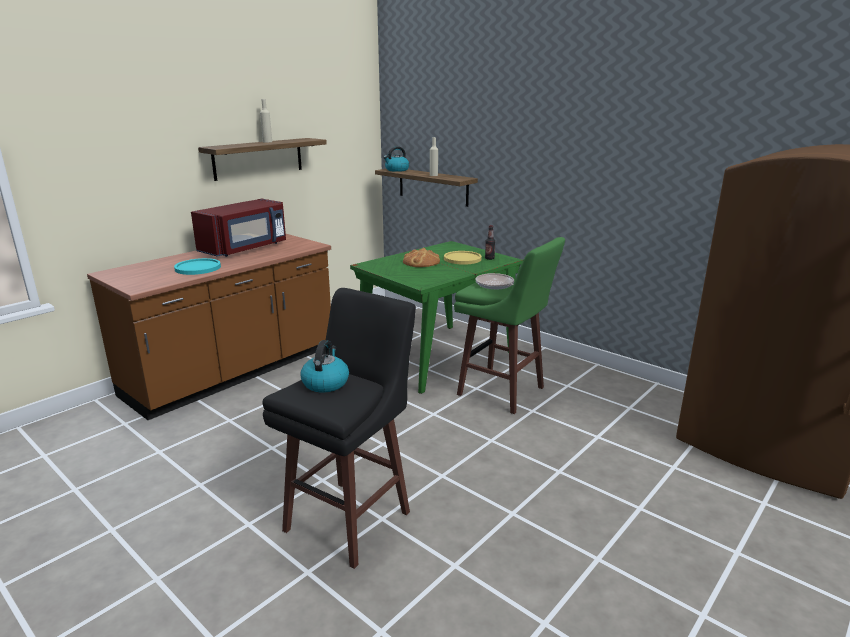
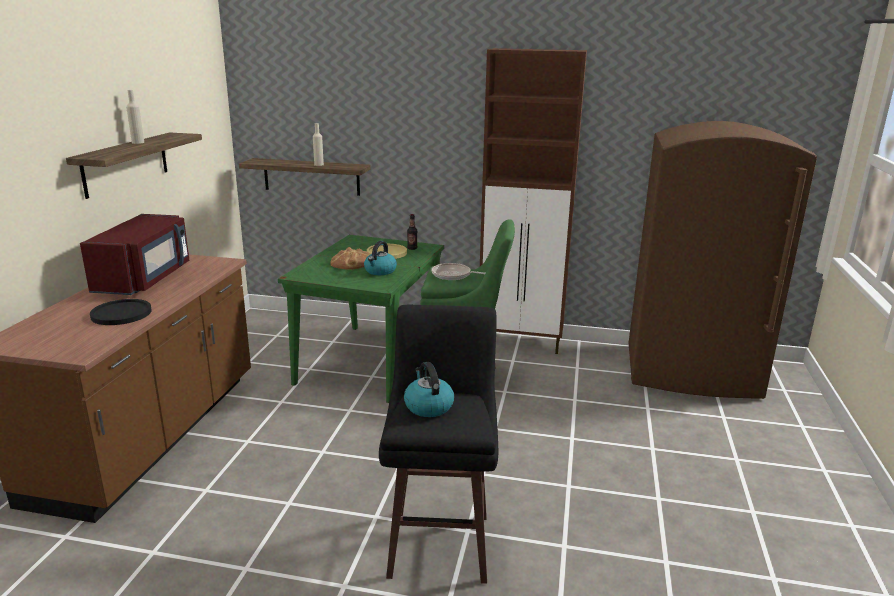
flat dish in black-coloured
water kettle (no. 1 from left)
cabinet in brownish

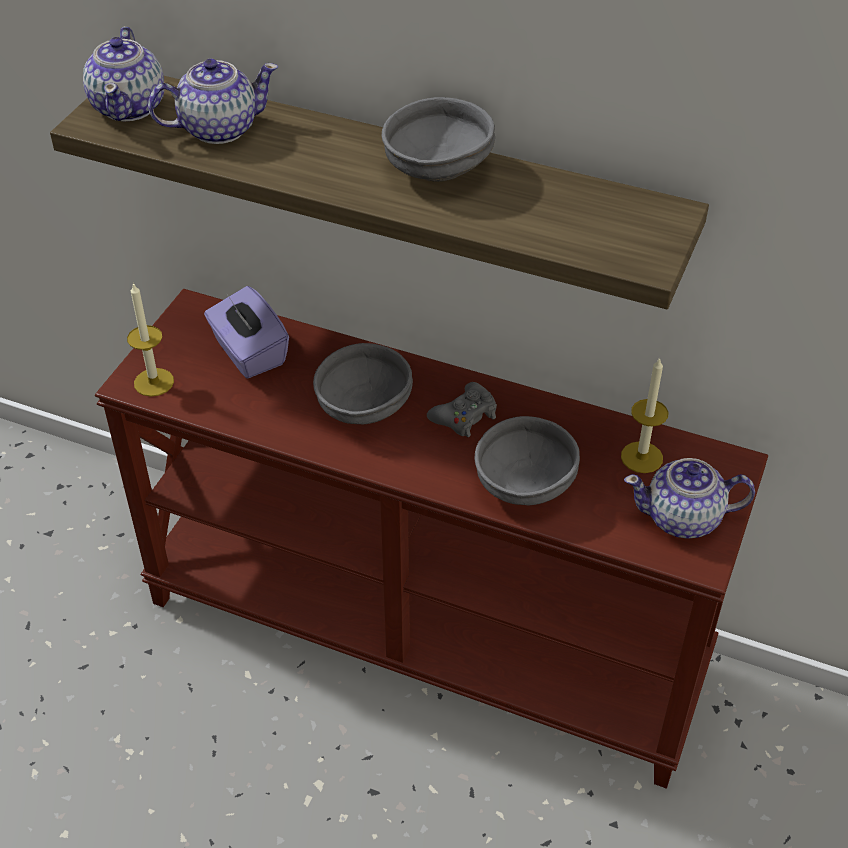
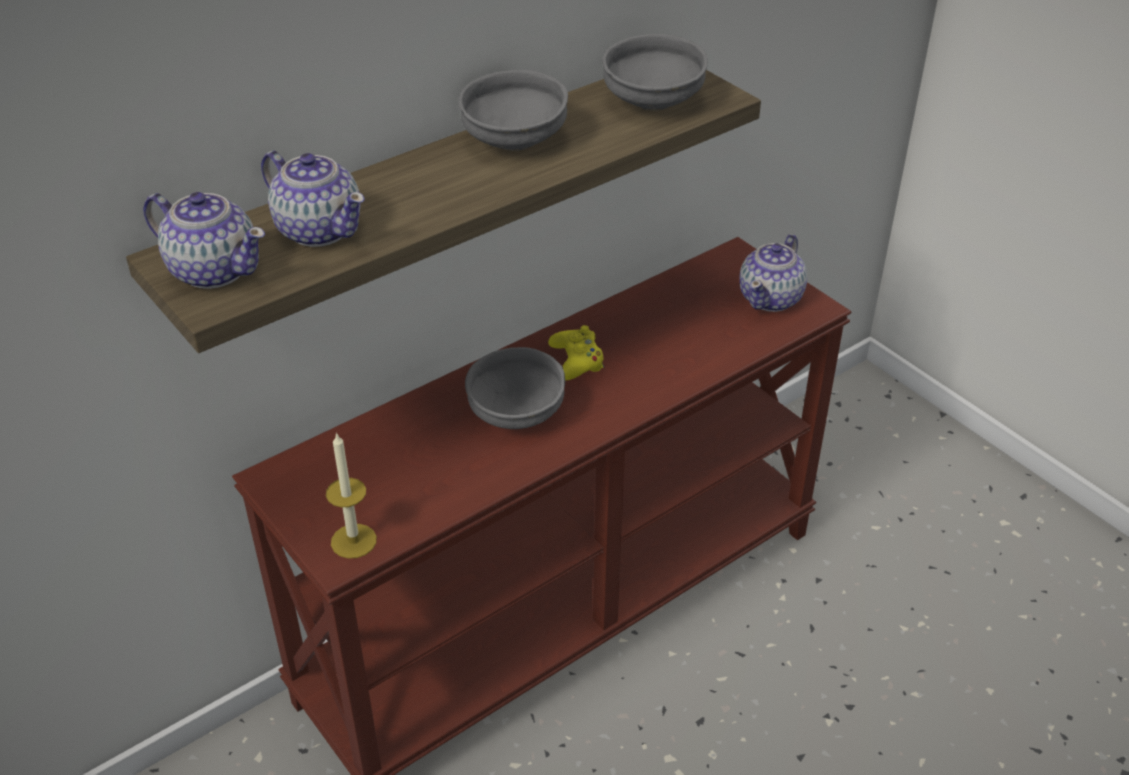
teapot (no. 2 from left)
joypad in yellowish
serving bowl in gray (no. 3 from left)
box of tissues in purplish
candle (no. 2 from left in the first image)

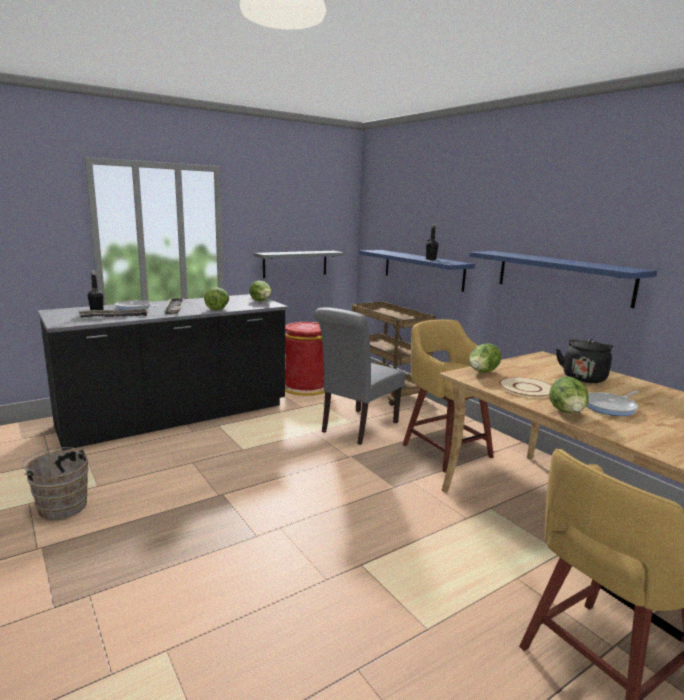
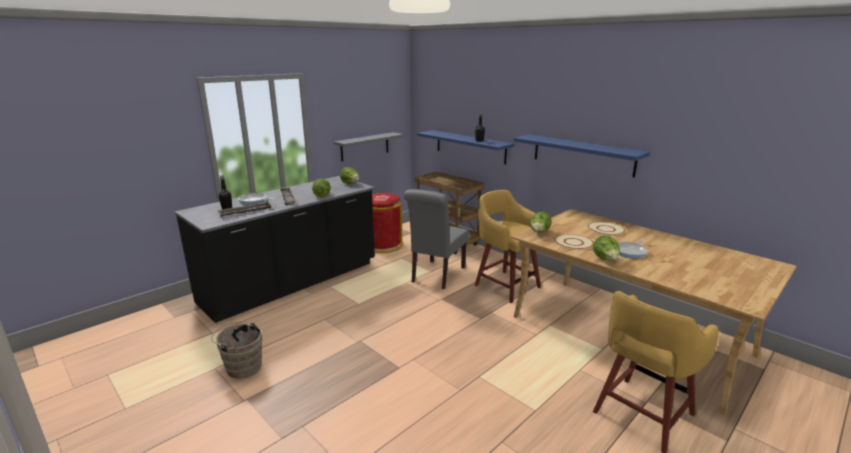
flat dish in beige (no. 2 from left)

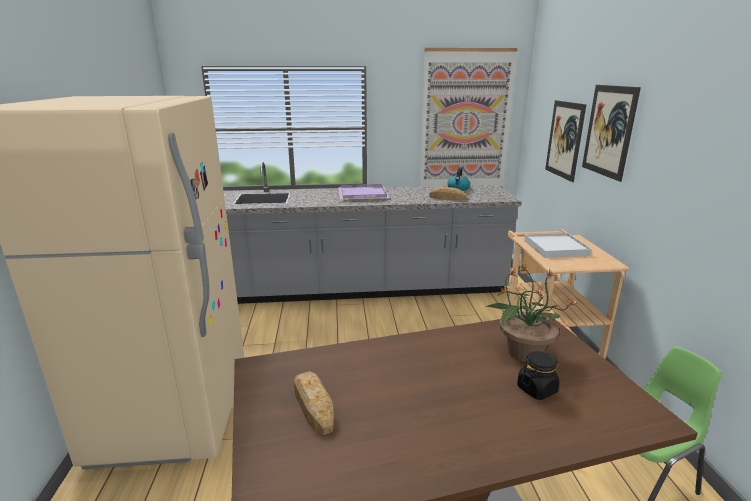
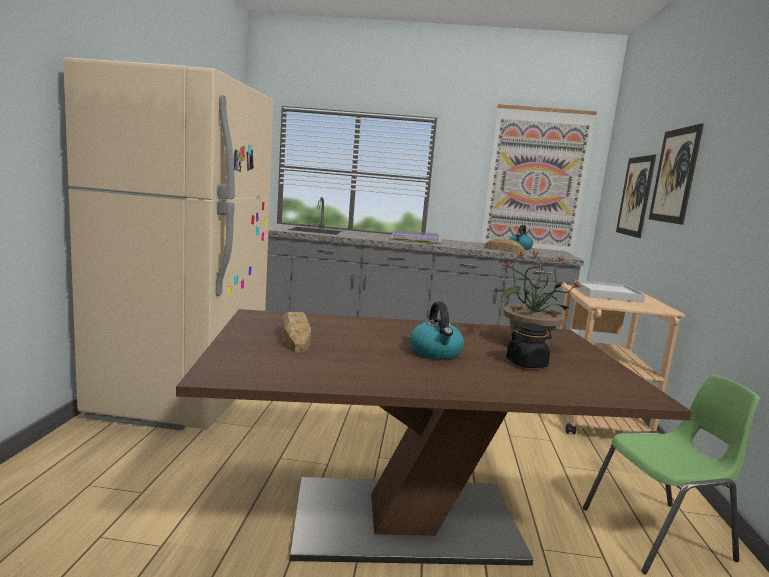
water kettle (no. 1 from left)

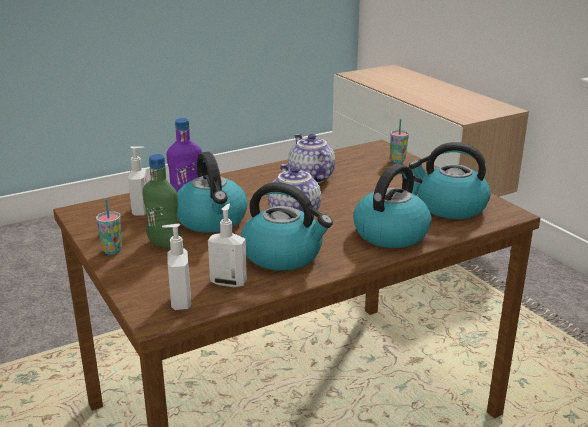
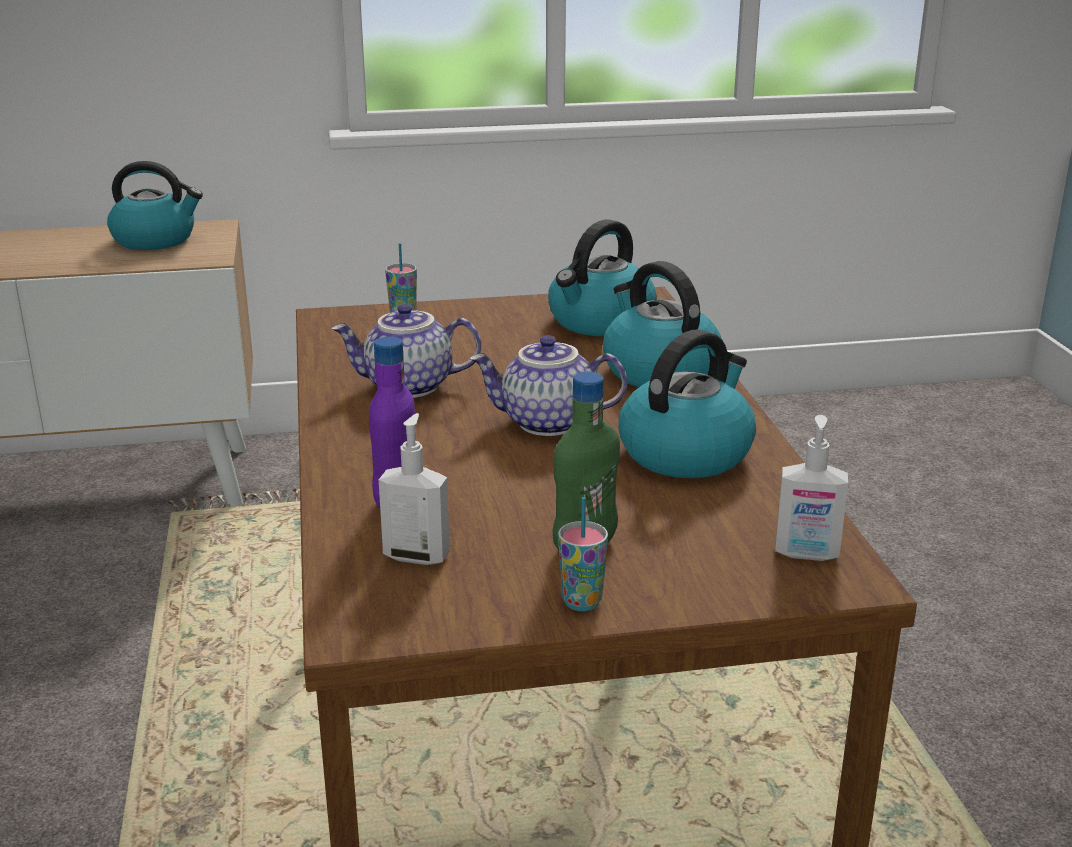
water kettle (no. 1 from left)
soap bottle (no. 3 from left in the first image)

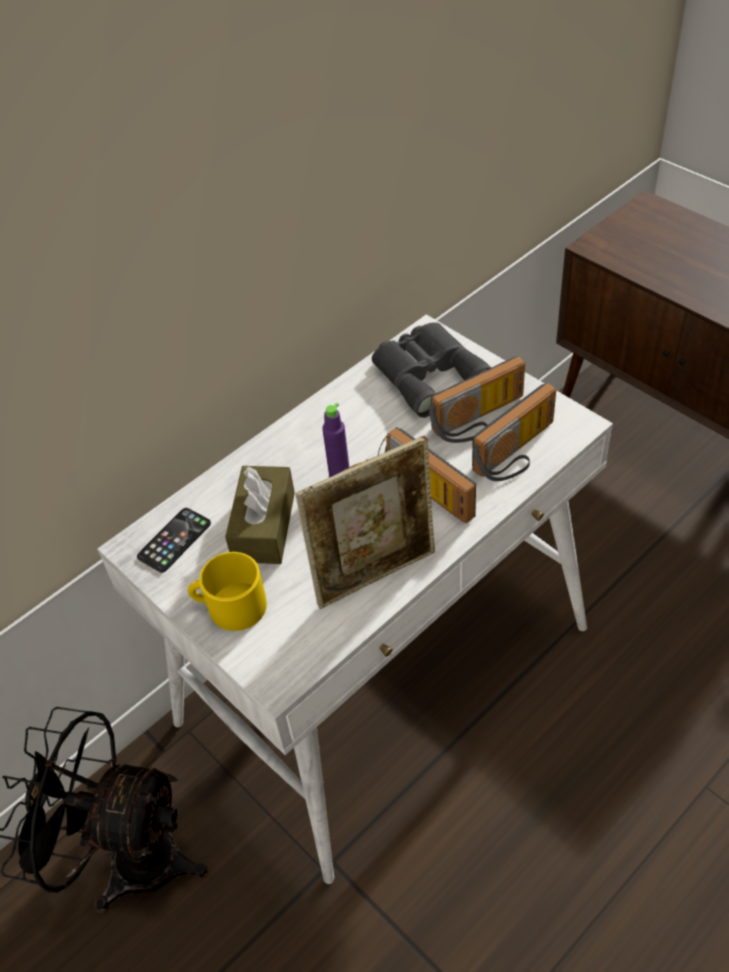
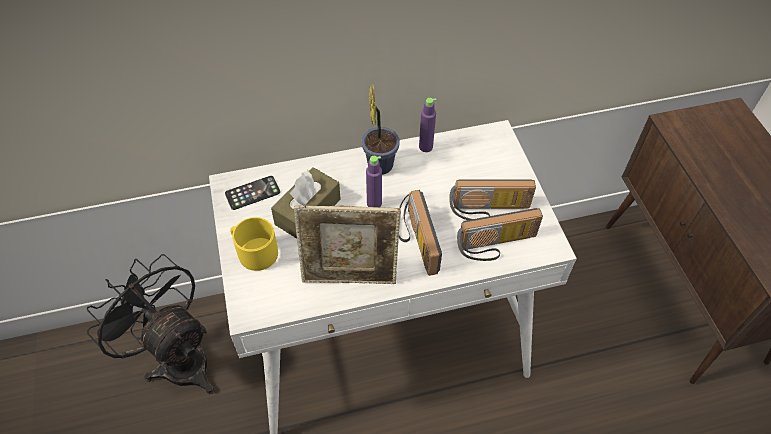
plant in a pot
beverage bottle in purplish (no. 2 from left)
field glasses in gray

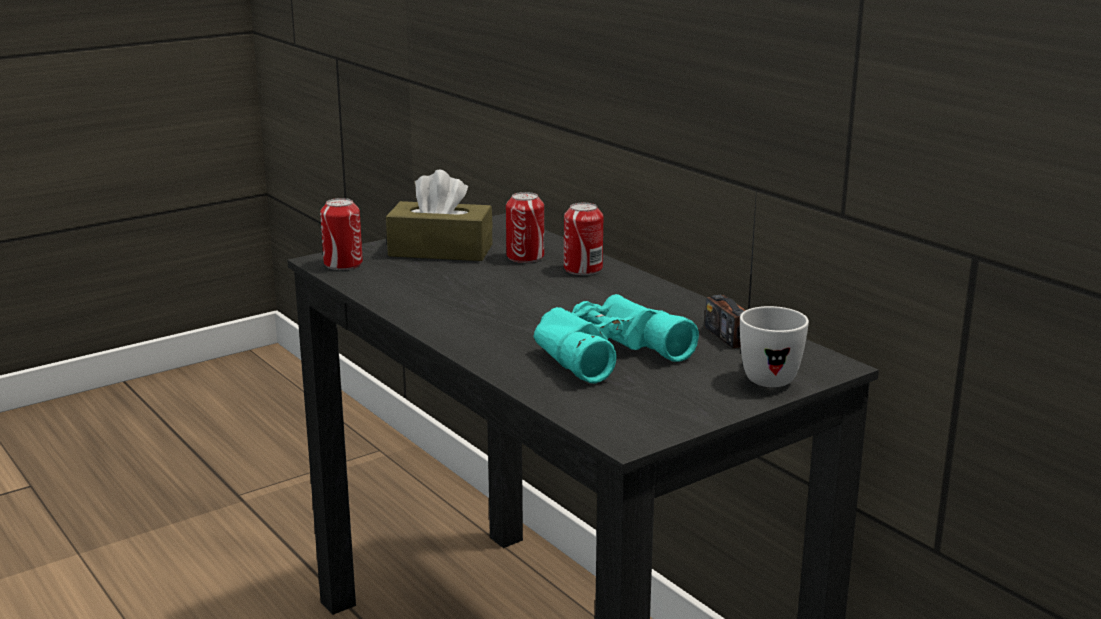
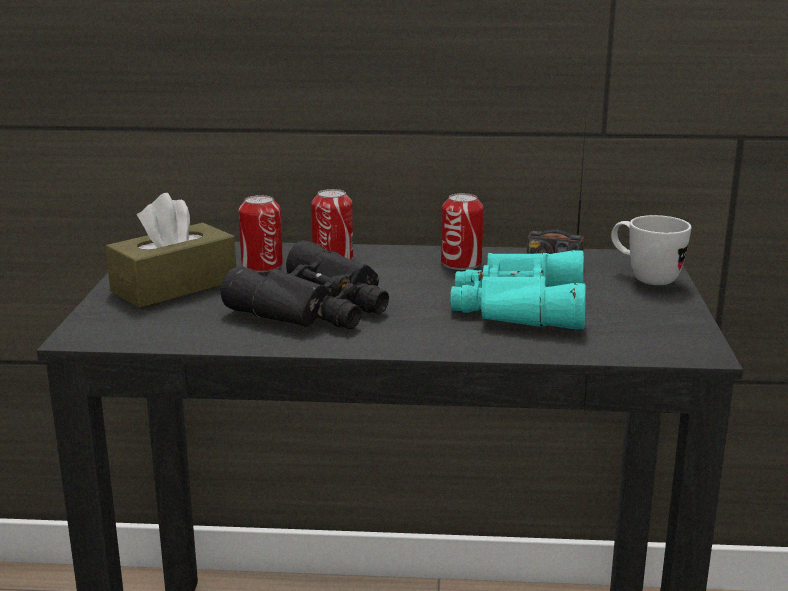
field glasses in black-coloured
metal can (no. 3 from left)

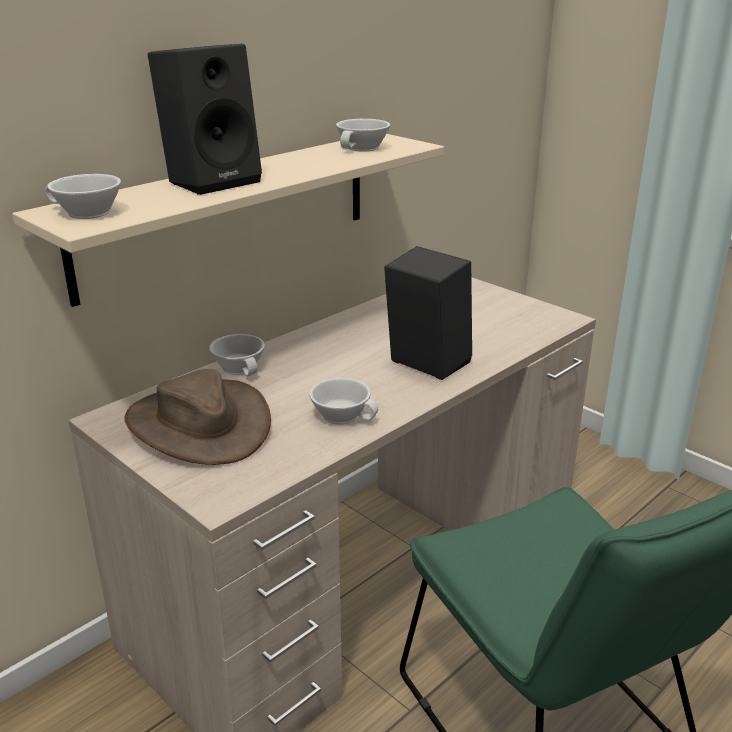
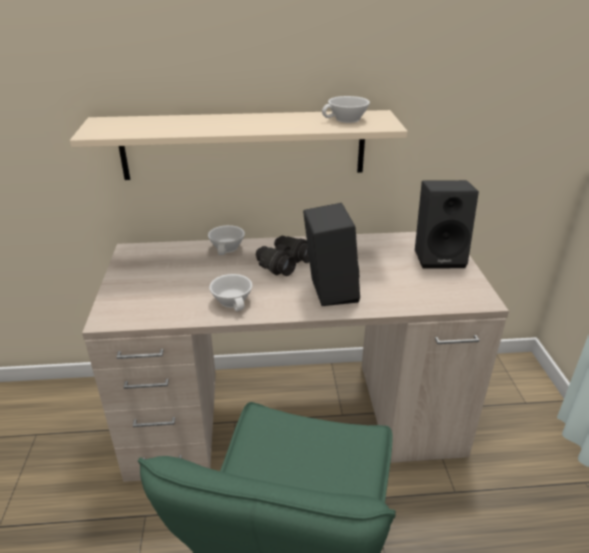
field glasses in black-coloured
audio speaker in black-coloured (no. 2 from left)
cup in white-coloured (no. 1 from left in the first image)
clothing hat in brownish

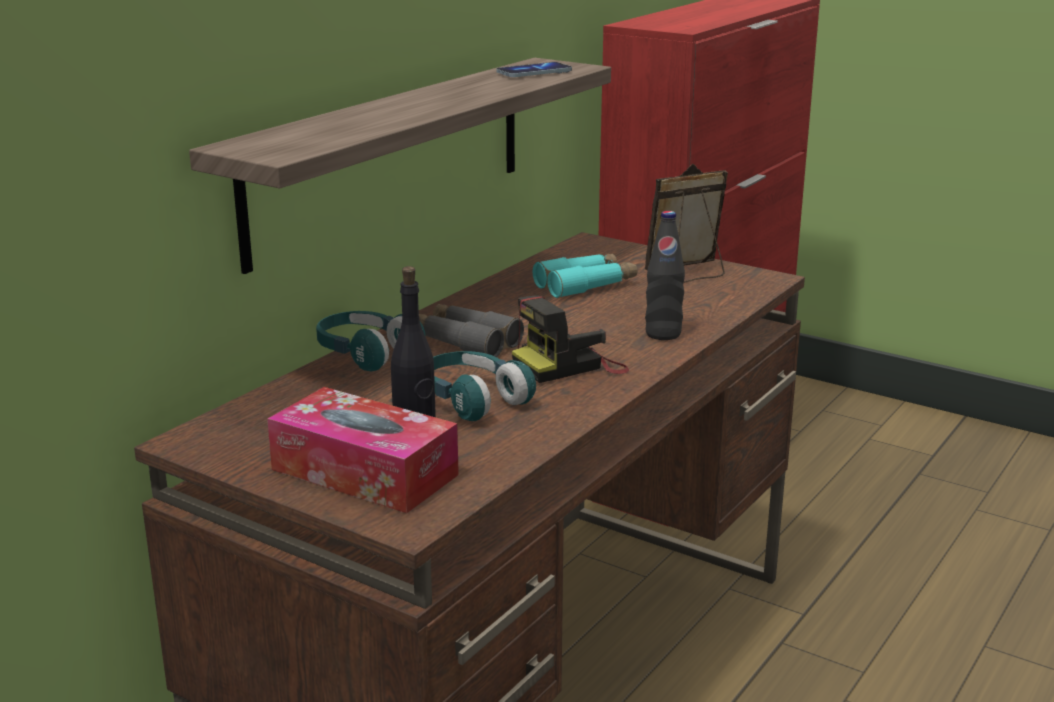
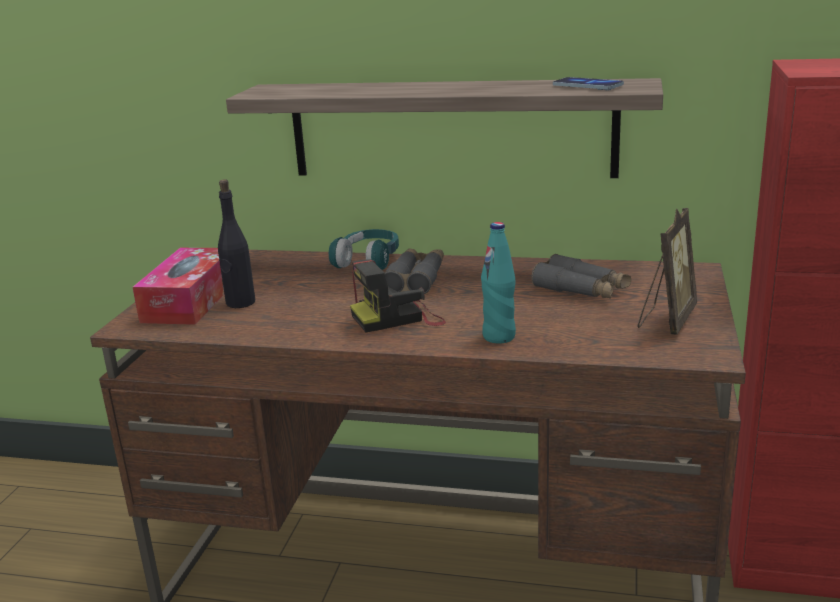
still camera
beverage bottle in blue-green
field glasses in gray (no. 2 from left)
standing frame
headphones in blue-green (no. 2 from left in the first image)

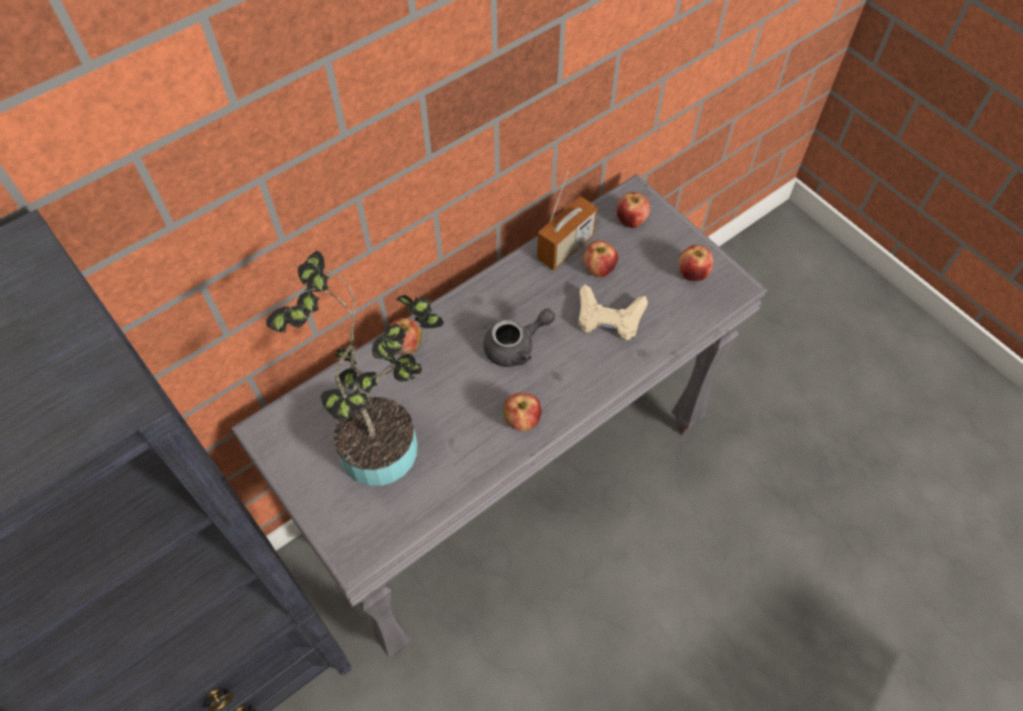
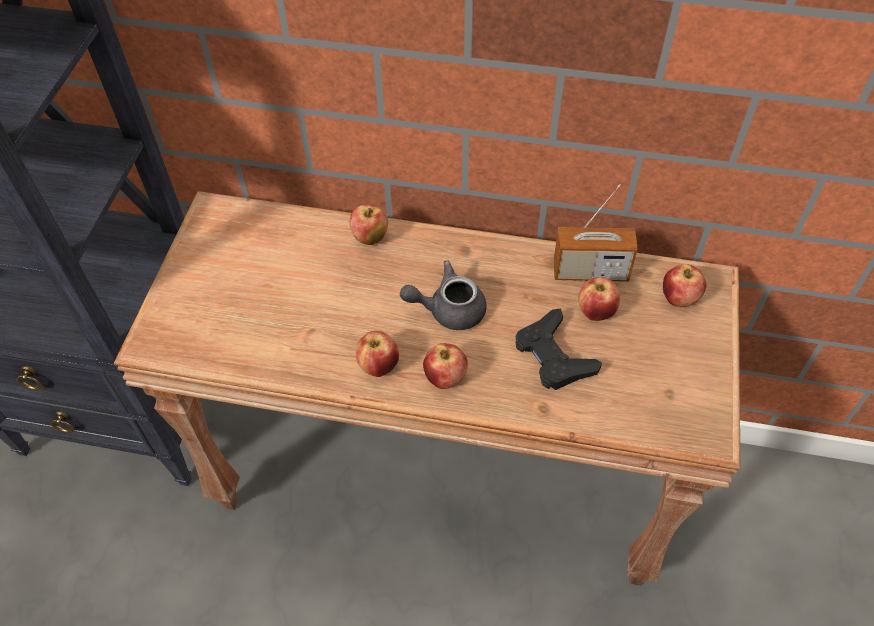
hall table in brownish
teapot in gray
whole apple (no. 3 from left)
joypad in black-coloured
plant in a pot

